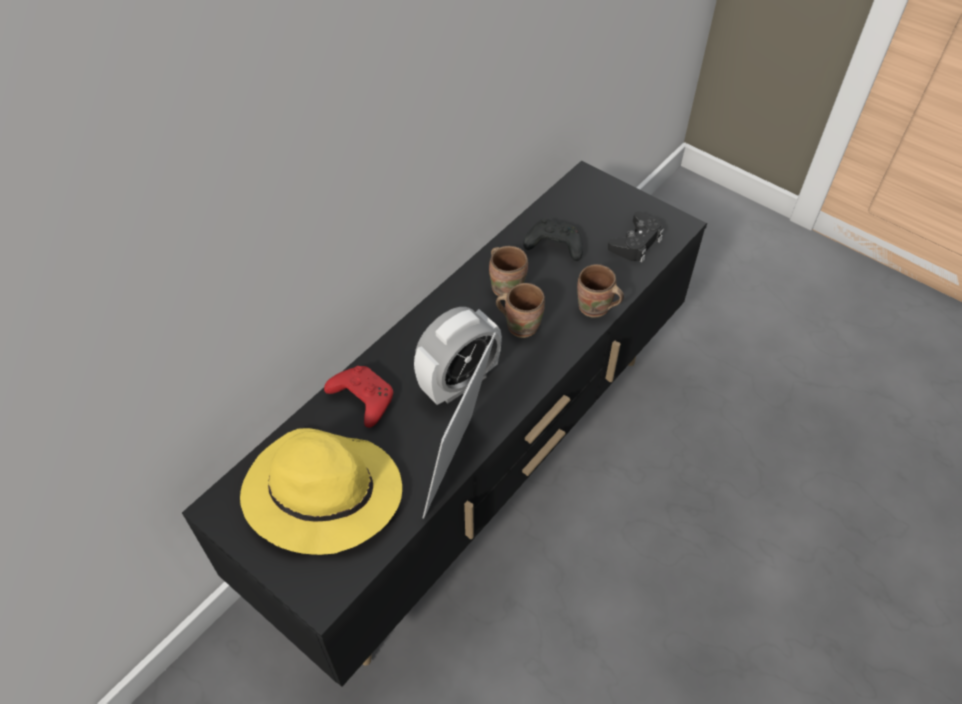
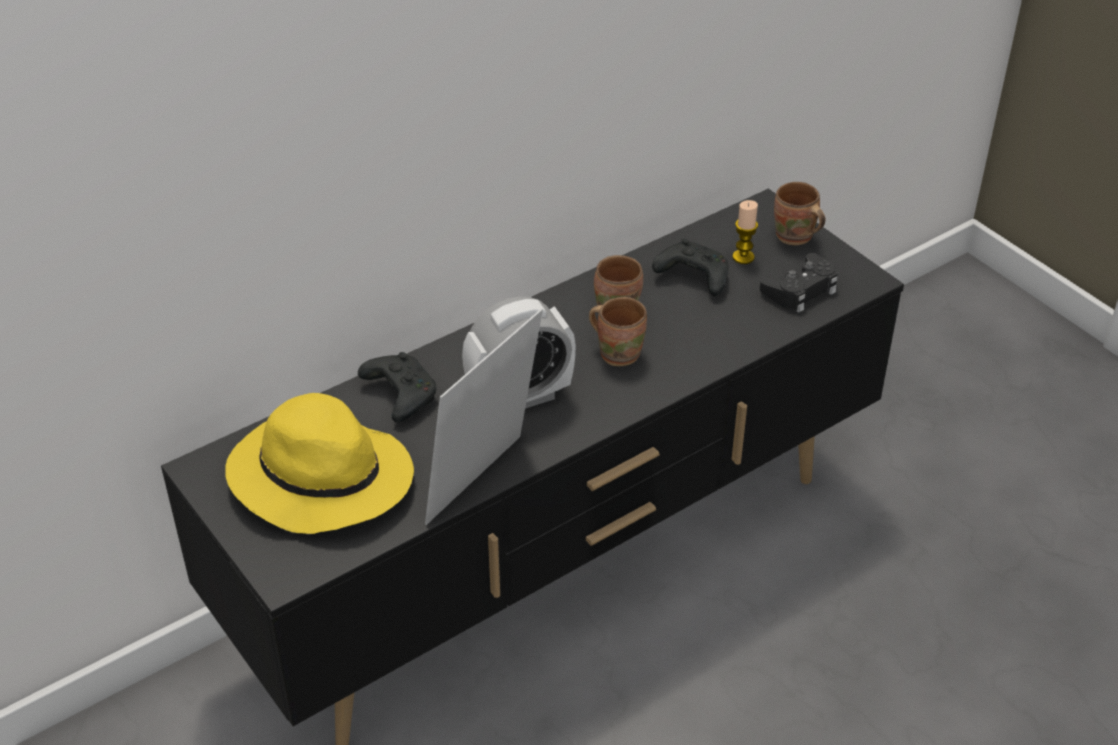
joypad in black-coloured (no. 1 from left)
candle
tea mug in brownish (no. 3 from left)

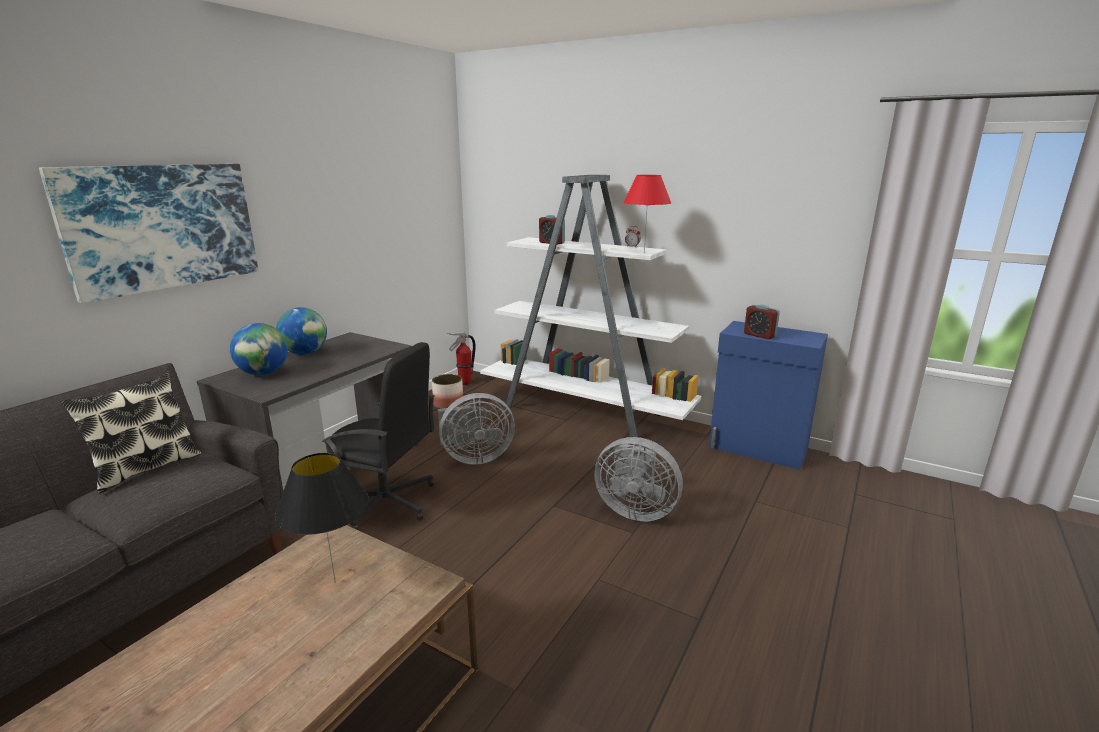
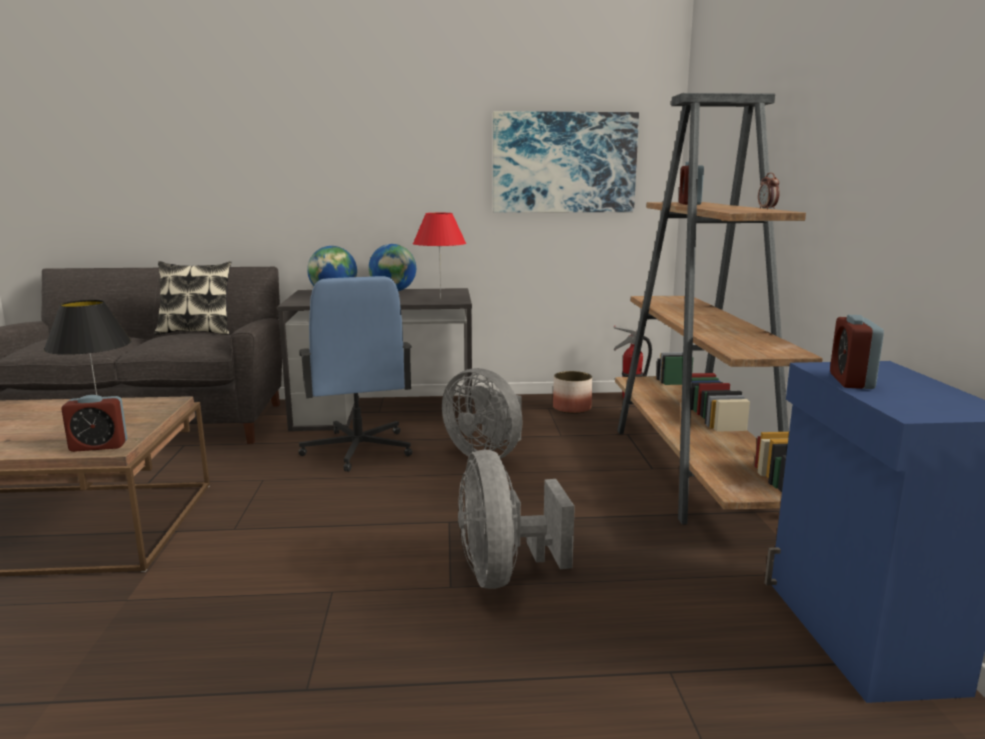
bedside clock (no. 1 from left)
computer chair in blue
tabletop lamp in reddish
wall picture
bookshelf in brownish

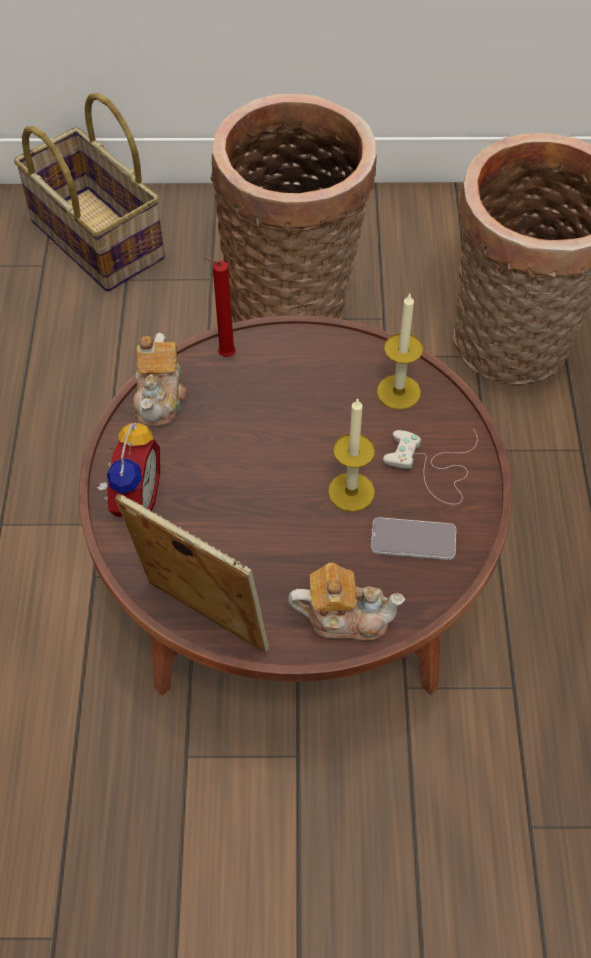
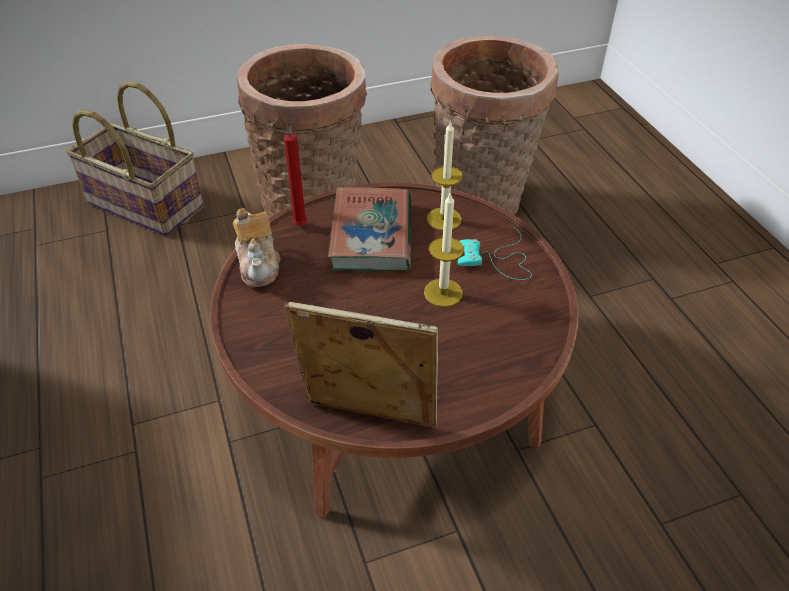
volume
joypad in blue-green
bedside clock
teapot (no. 2 from left in the first image)
phone

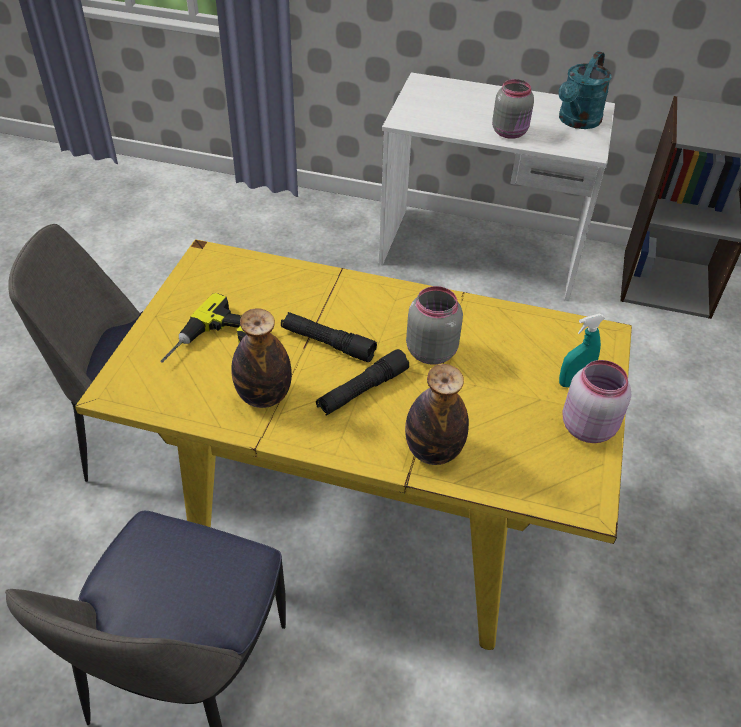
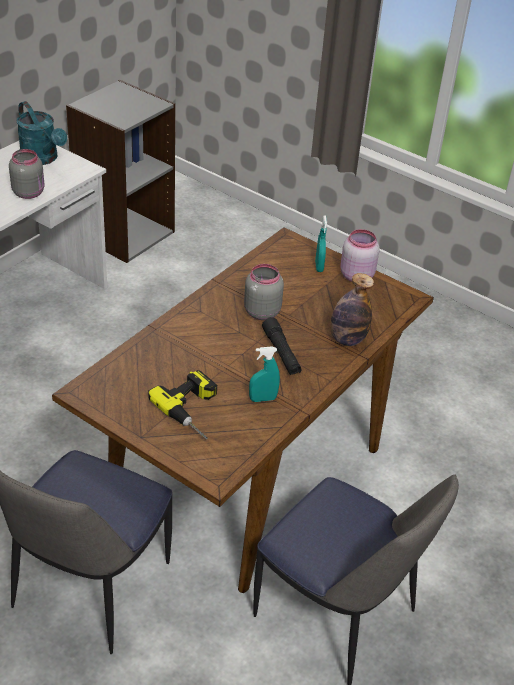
dining table in brownish
spray bottle in blue-green (no. 1 from left)
hand torch in black-coloured (no. 1 from left in the first image)

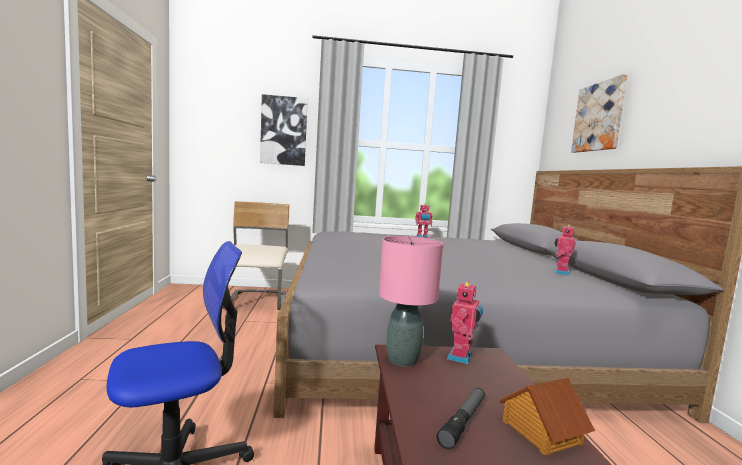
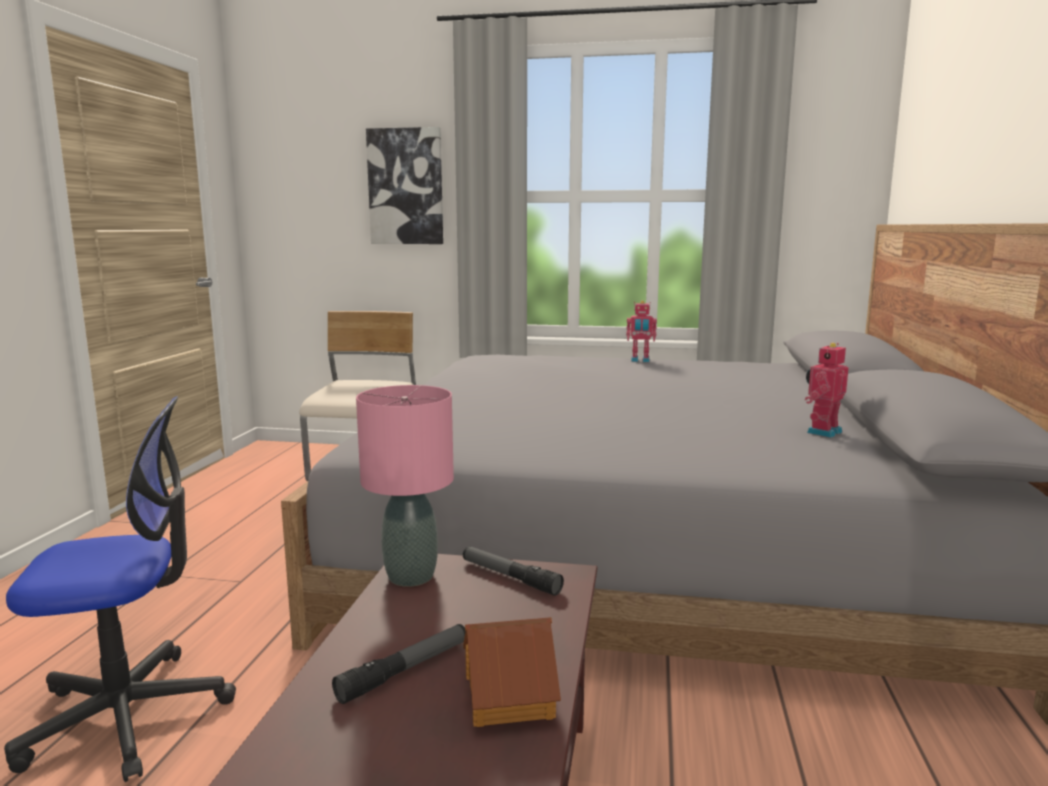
hand torch (no. 2 from left)
wall picture (no. 2 from left in the first image)

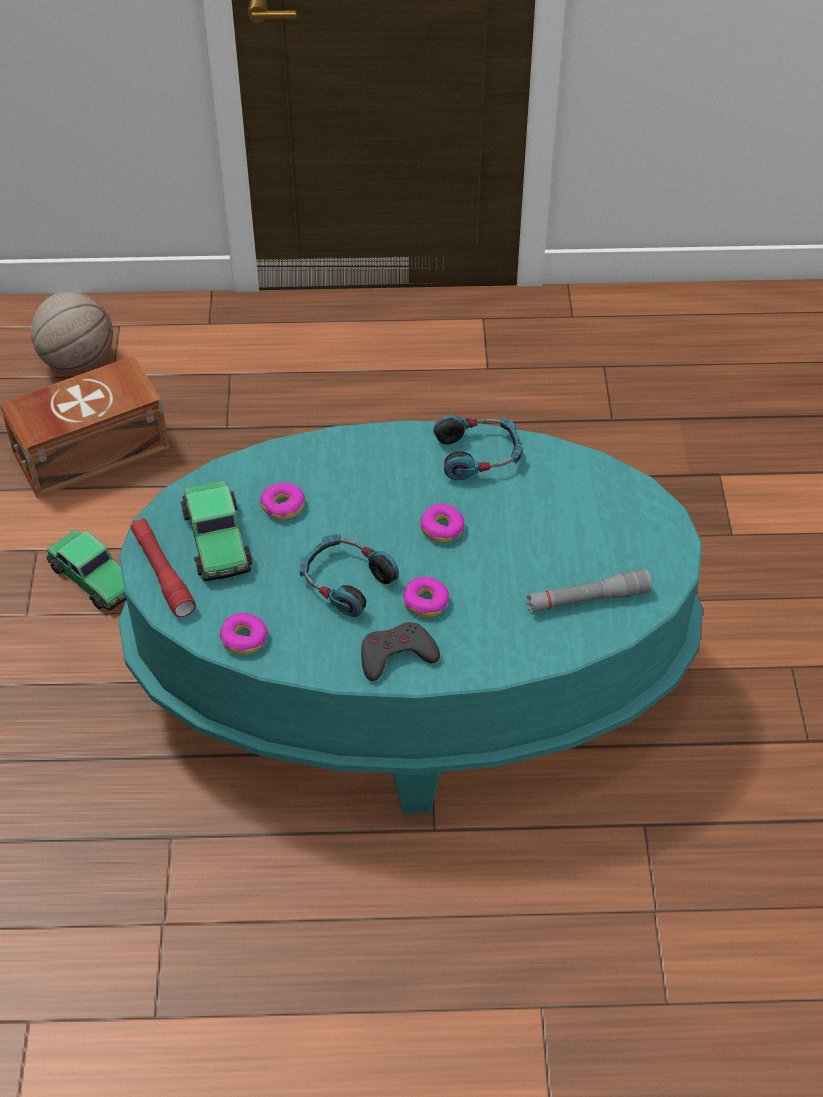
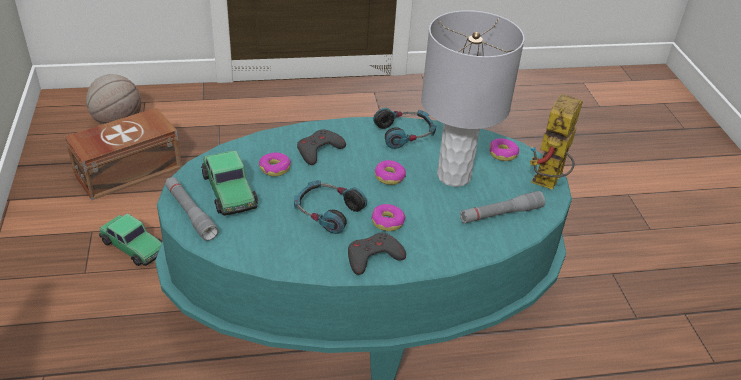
hand torch in gray (no. 1 from left)
joypad in gray (no. 1 from left)
tabletop lamp in gray
ring doughnut (no. 4 from left)
model robot

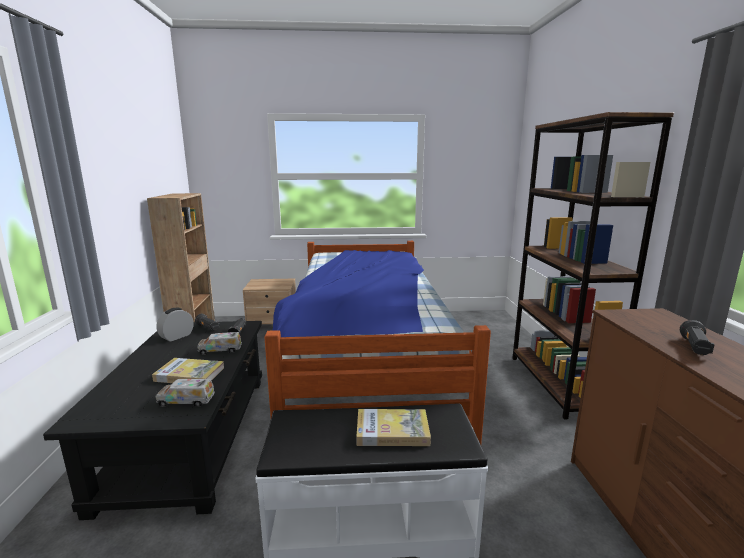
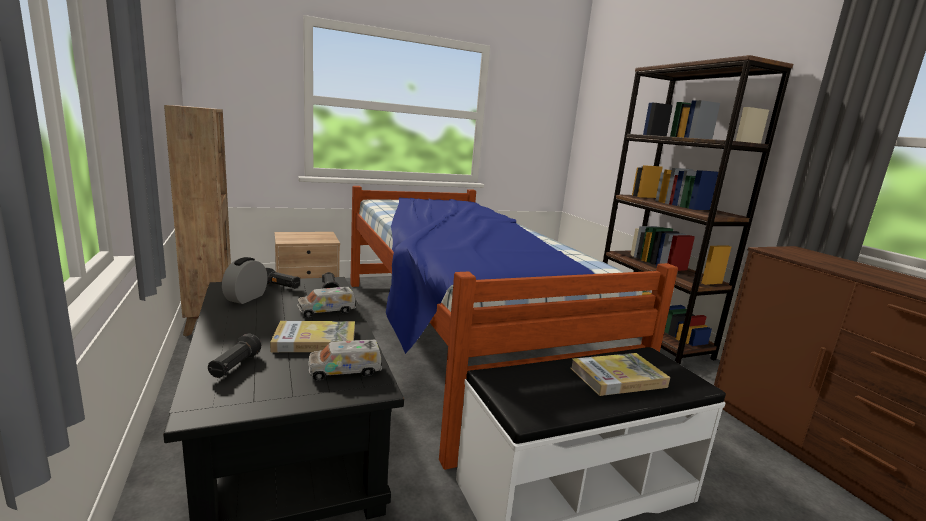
hand torch in black-coloured (no. 1 from left)

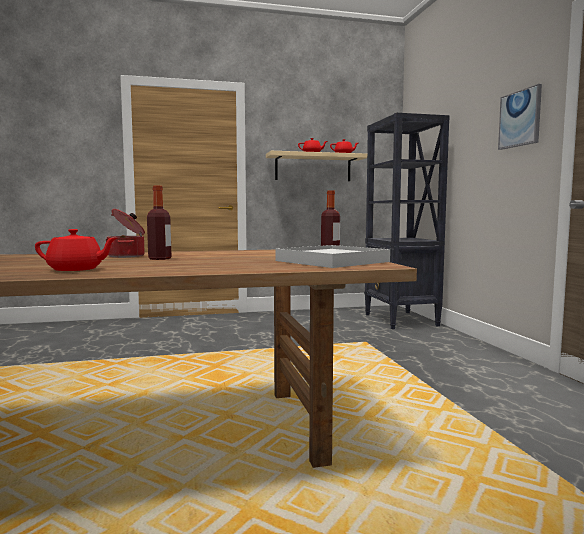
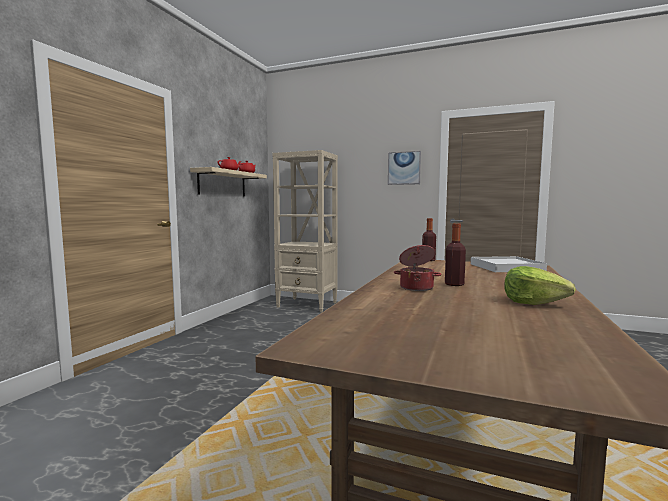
bookshelf in beige
lettuce head

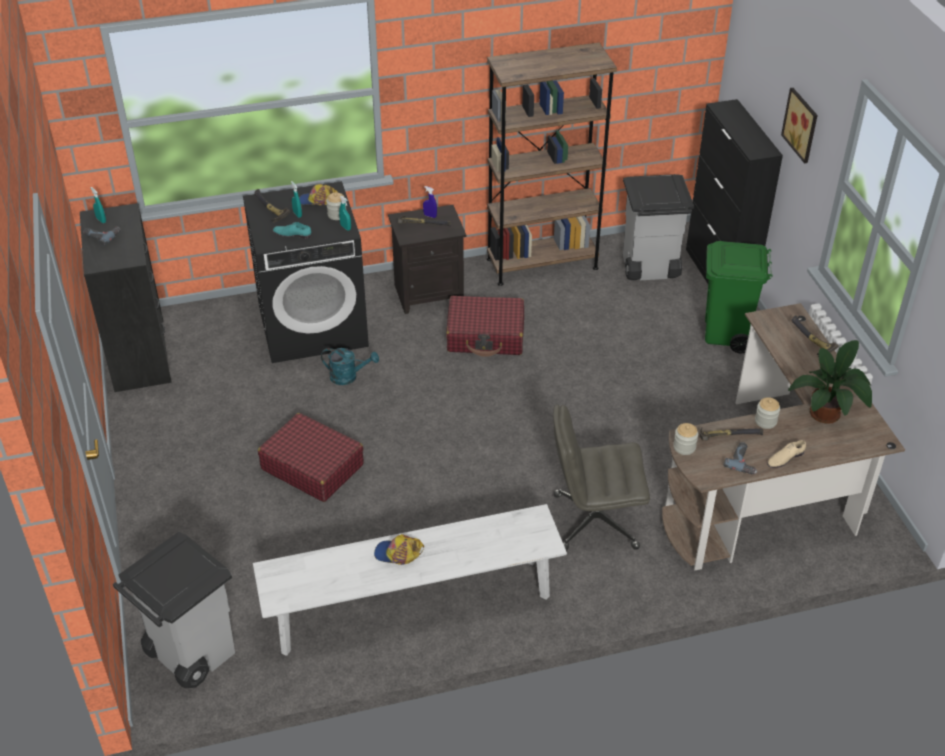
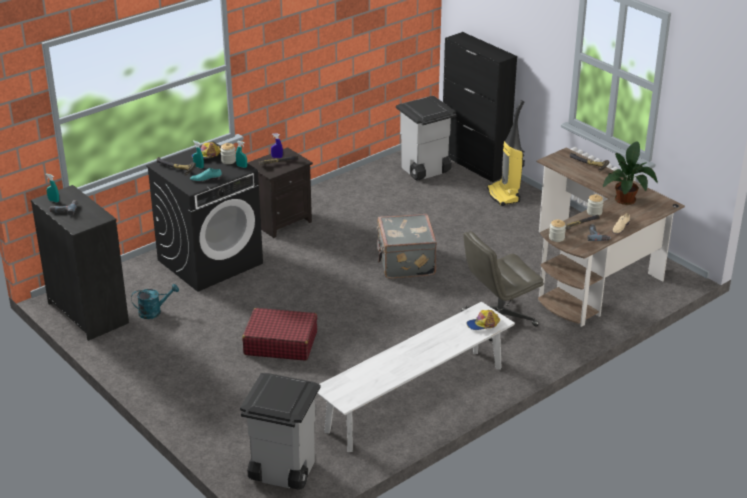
sprinkling can in blue-green
suitcase in gray
baseball cap (no. 2 from left)
vacuum cleaner
suitcase in reddish (no. 2 from left in the first image)
bookshelf in brownish
wall picture

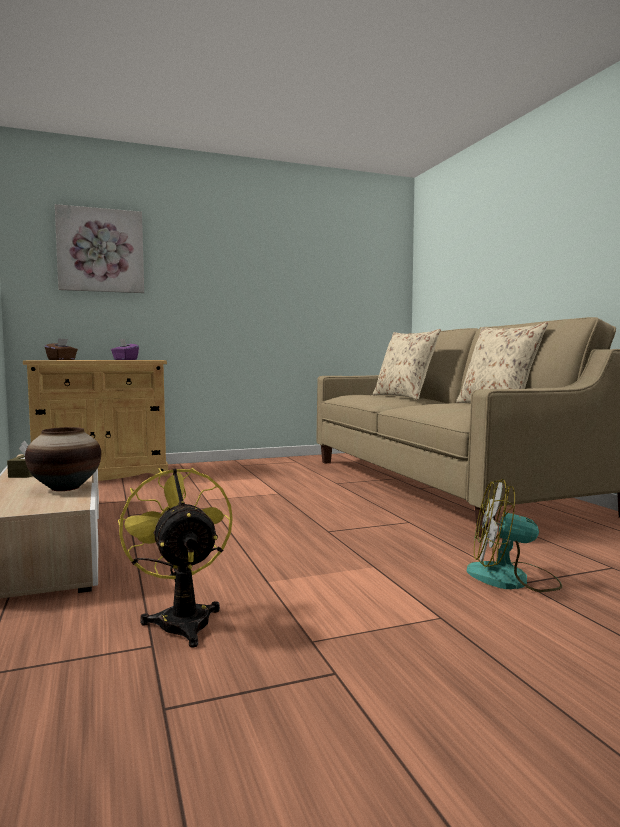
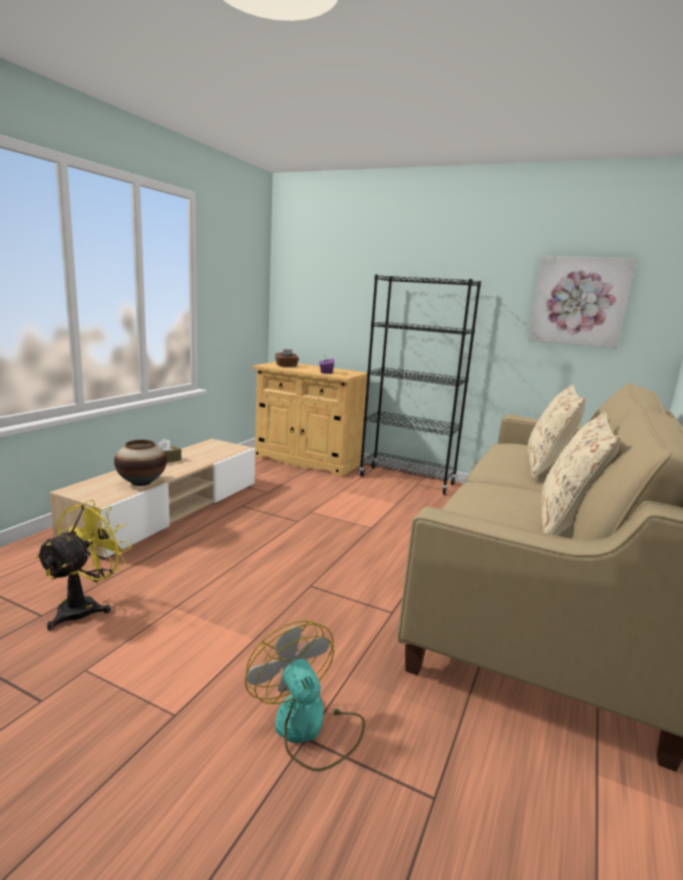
bookshelf in black-coloured
wall picture

